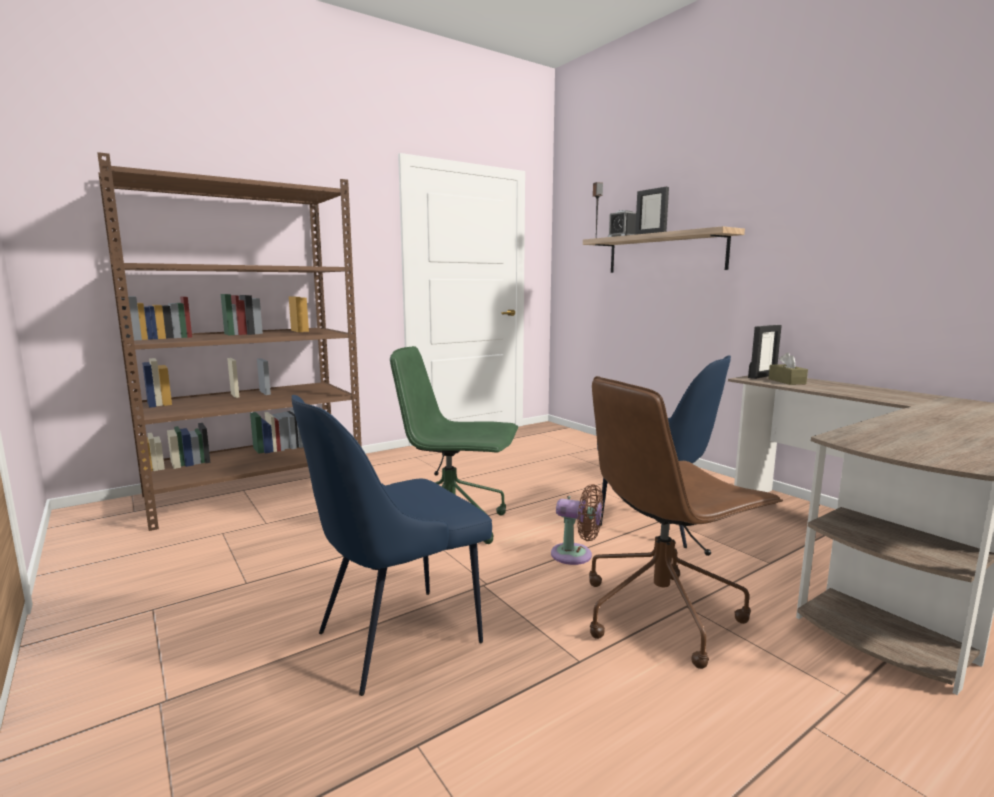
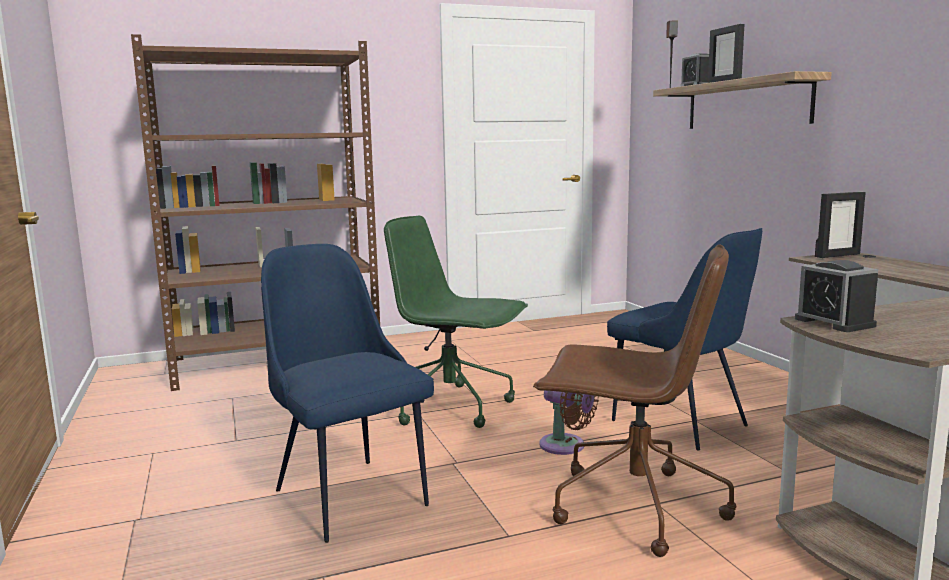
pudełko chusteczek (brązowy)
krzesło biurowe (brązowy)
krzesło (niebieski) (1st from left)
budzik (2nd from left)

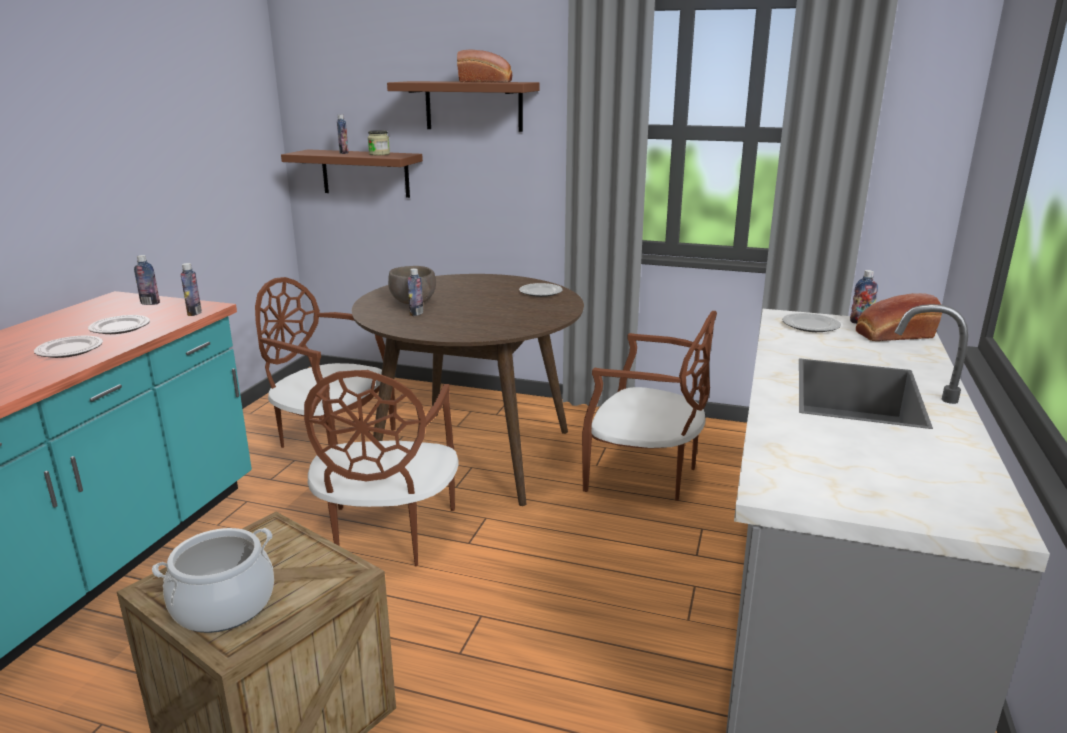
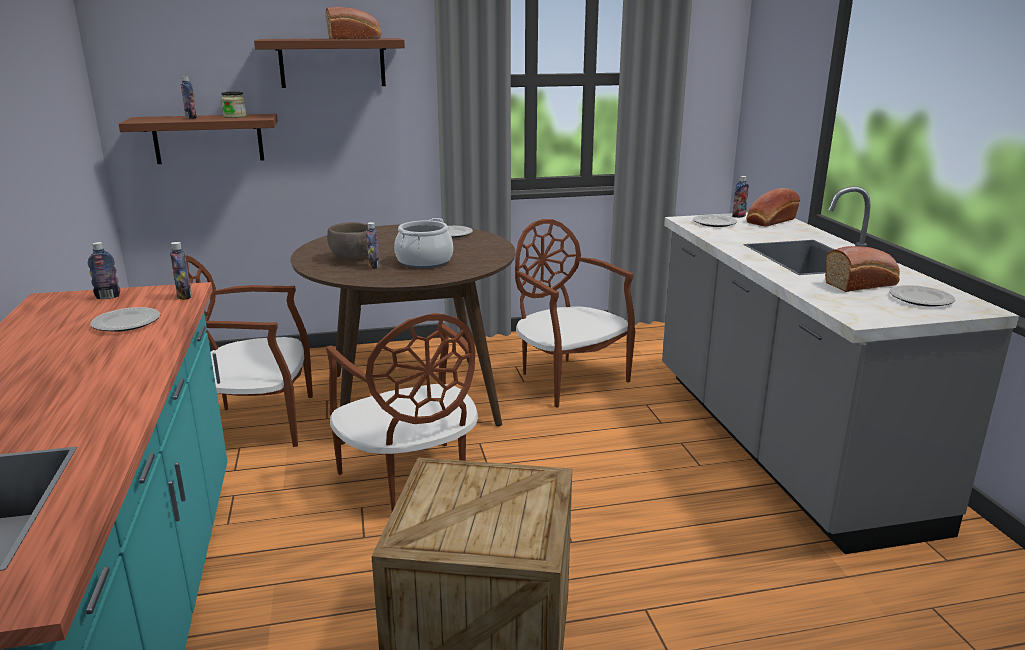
krzesło (brązowy) (3rd from left)
talerz (4th from left)
garnek
chleb (3rd from left)

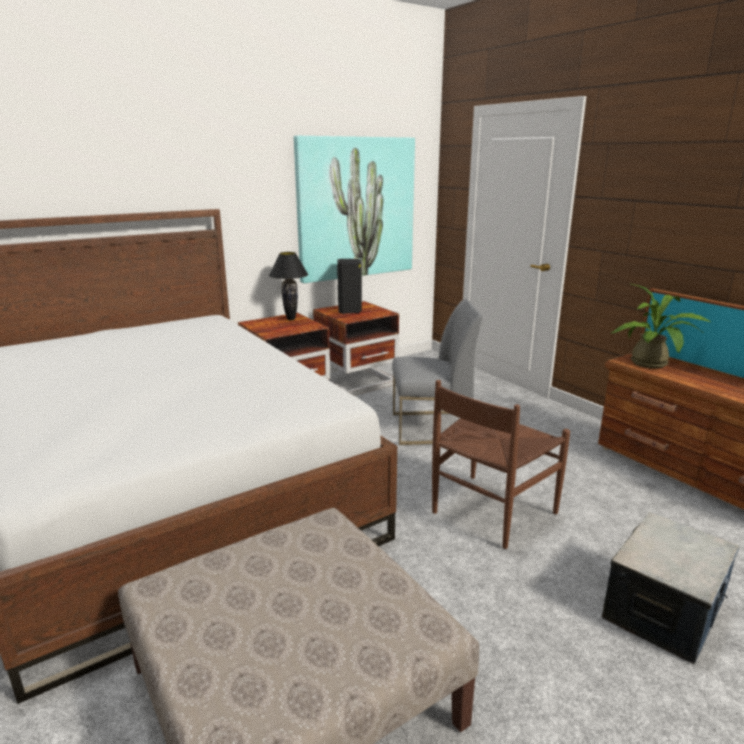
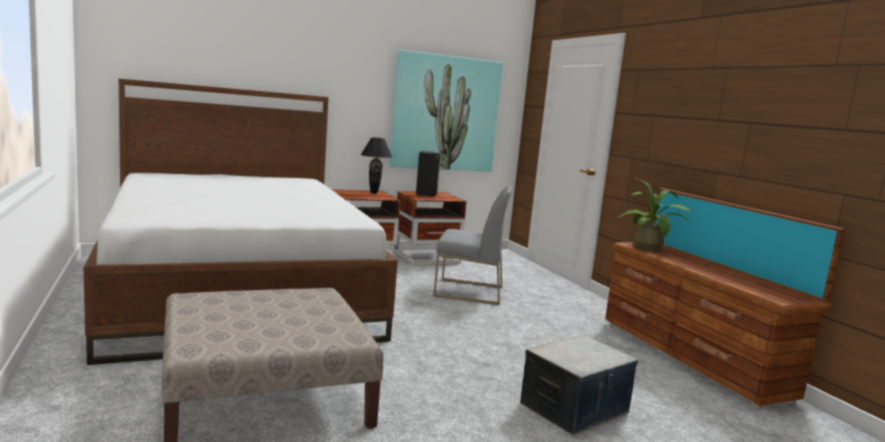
krzesło (brązowy)

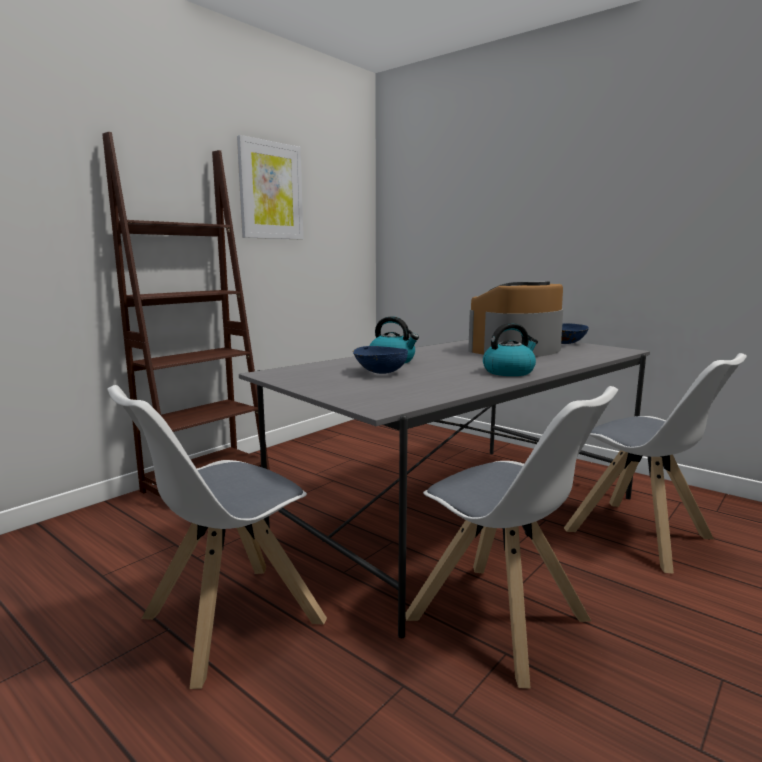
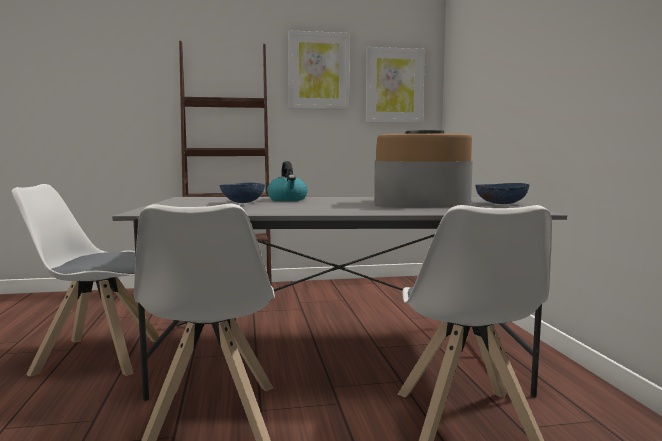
czajnik (2nd from left in the first image)
obraz (2nd from left)

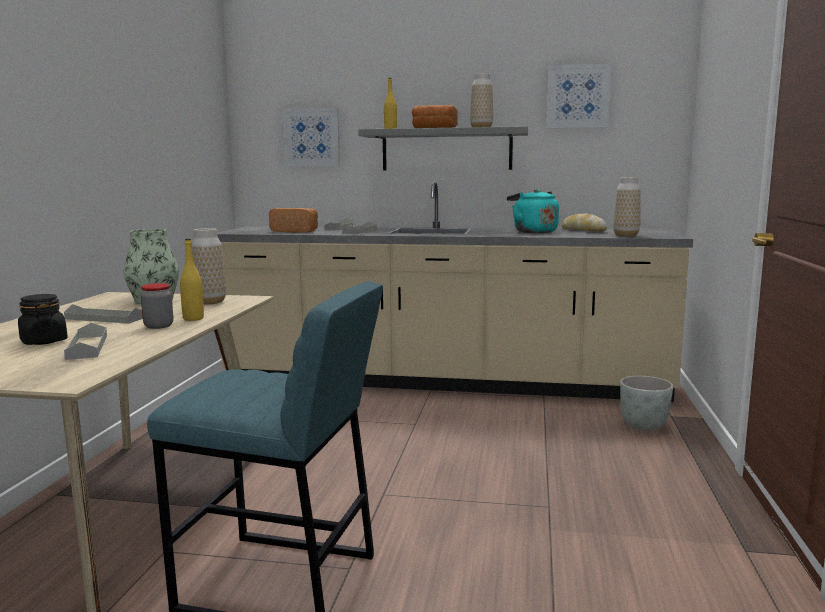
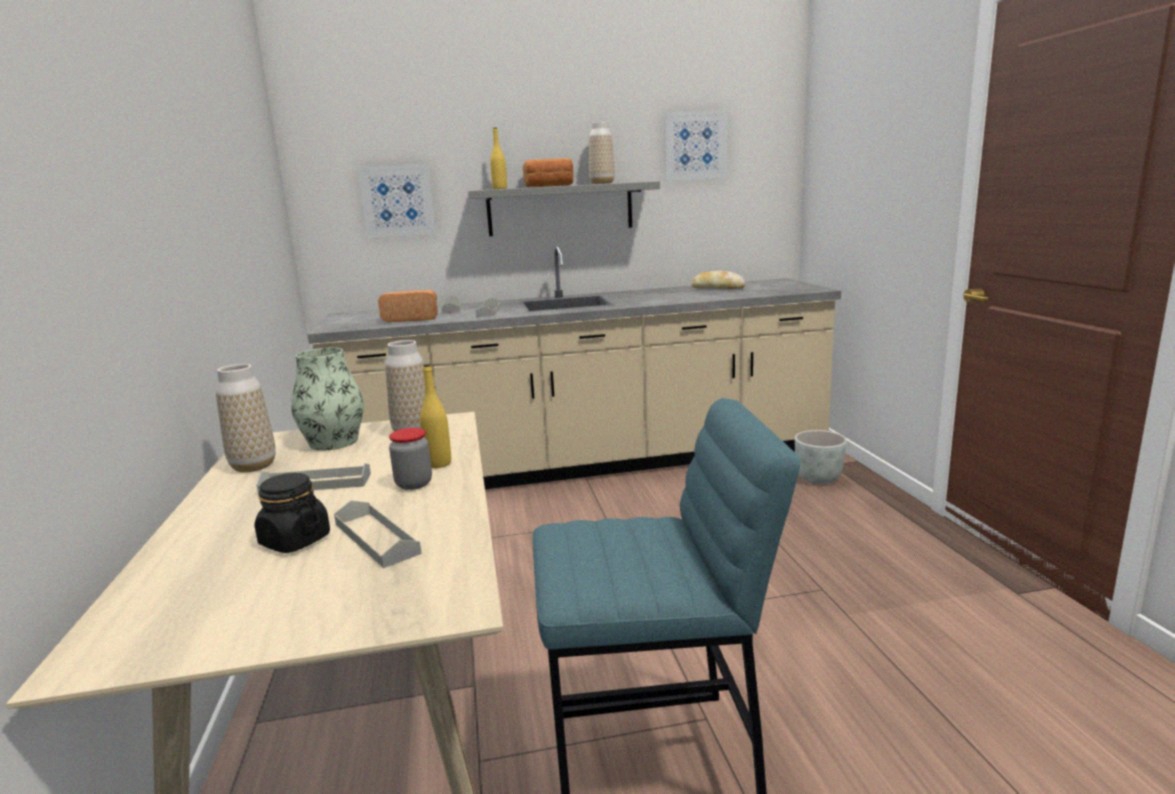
wazon (1st from left)
czajnik (turkusowy)

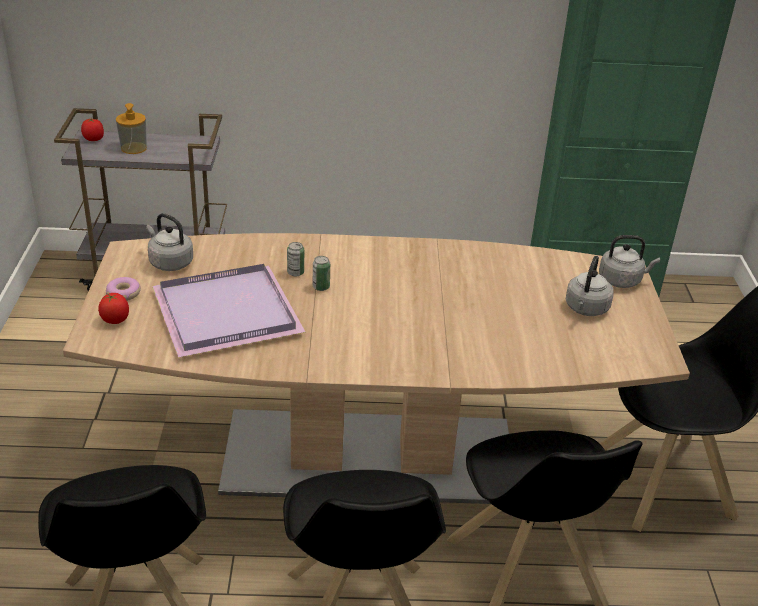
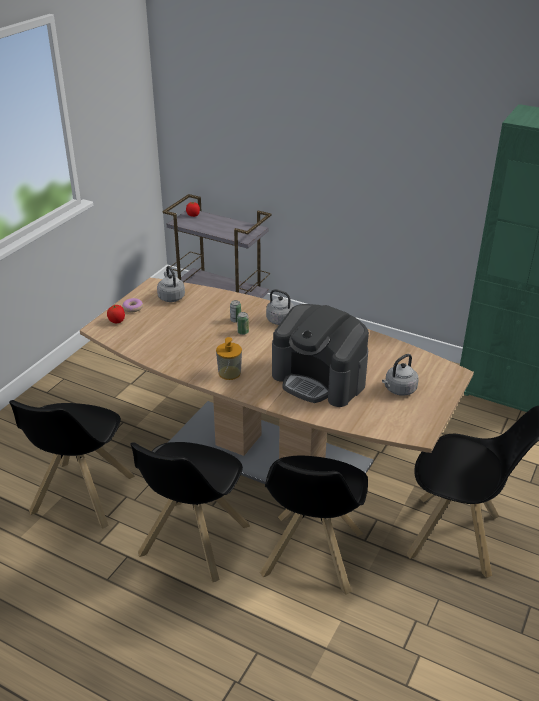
dozownik mydła
czajnik (szary) (2nd from left)
taca (fioletowy)
ekspres do kawy

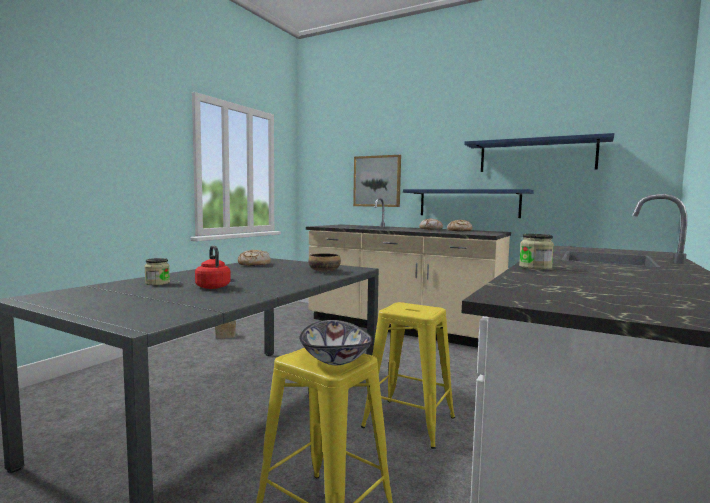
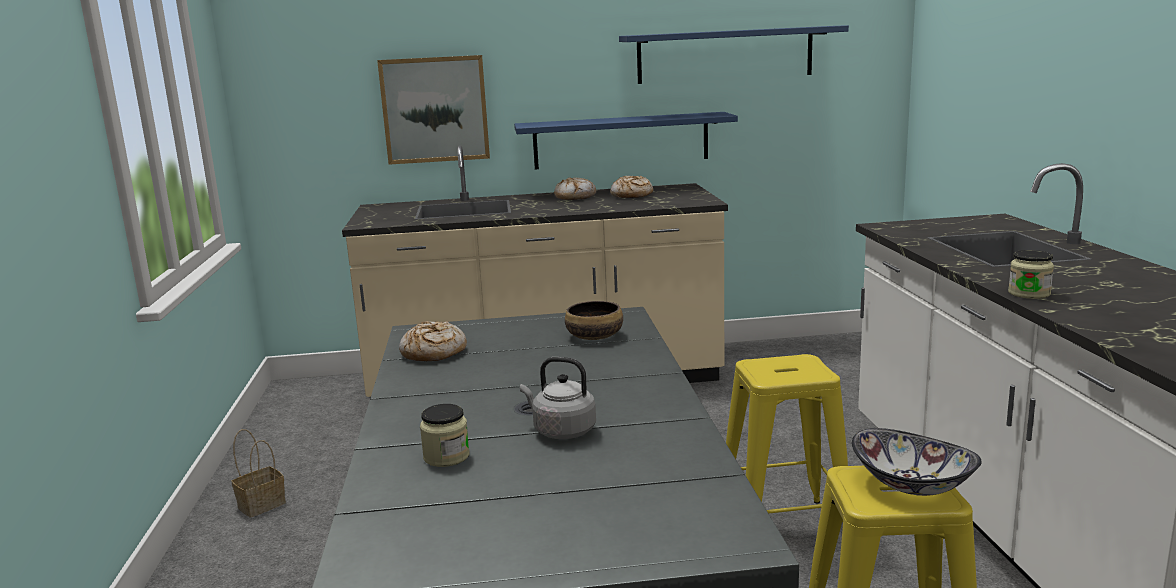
czajnik (szary)

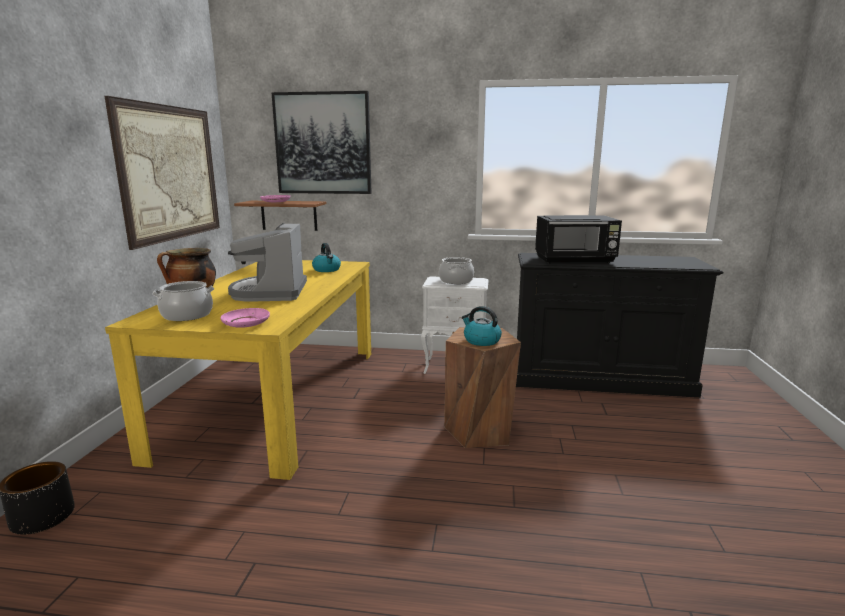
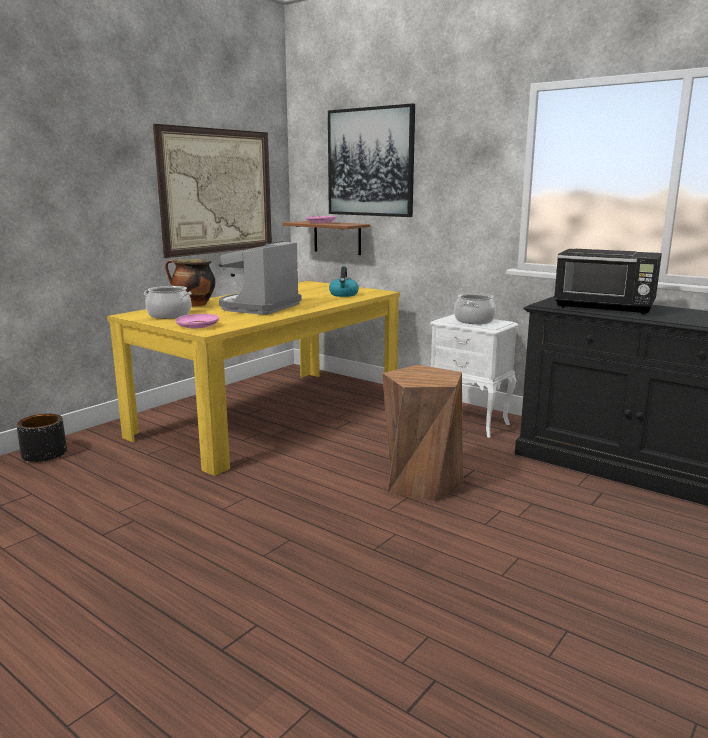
czajnik (2nd from left in the first image)

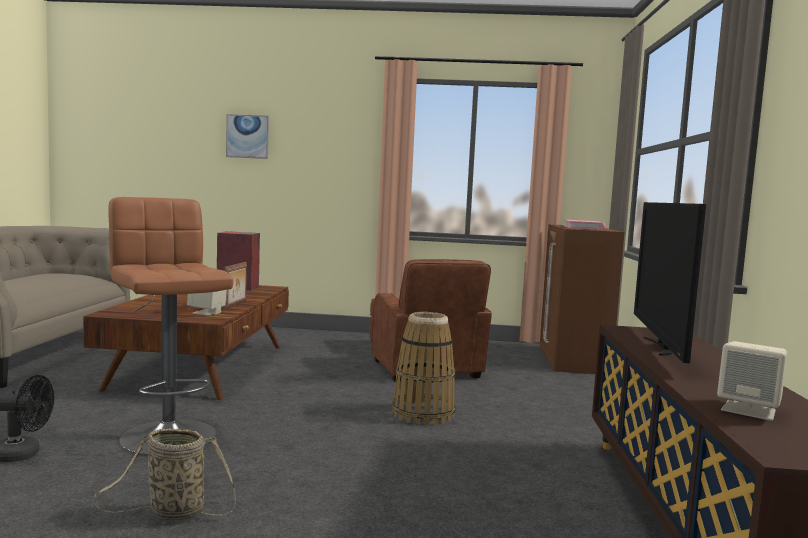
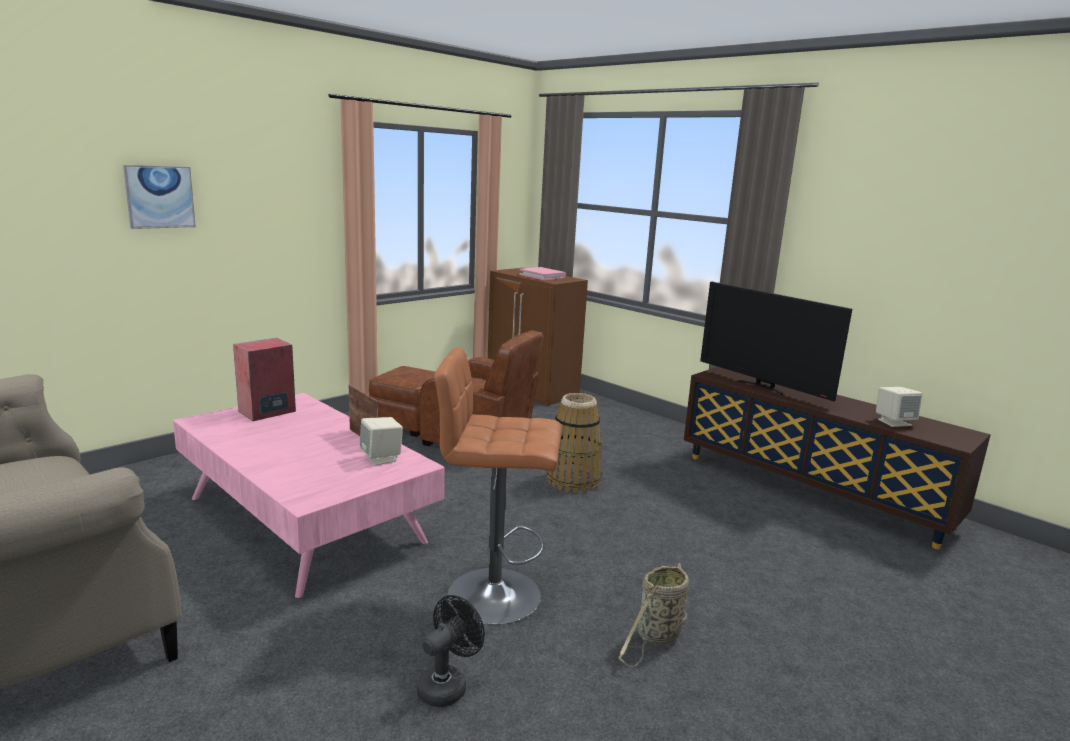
ława (różowy)

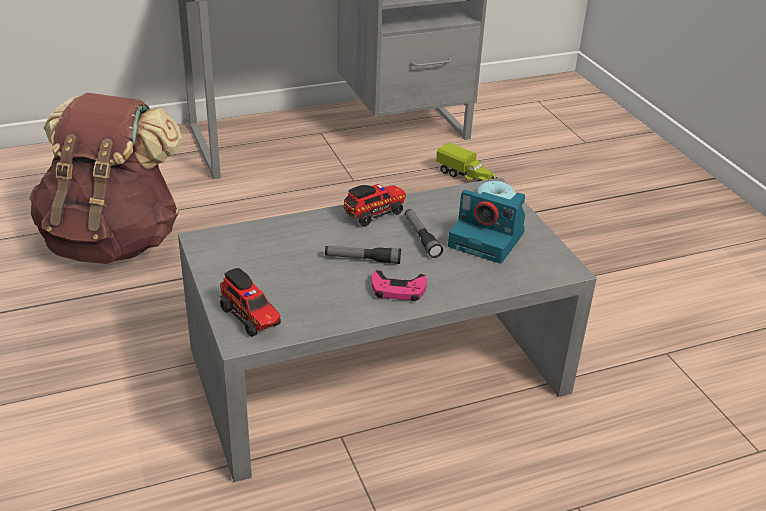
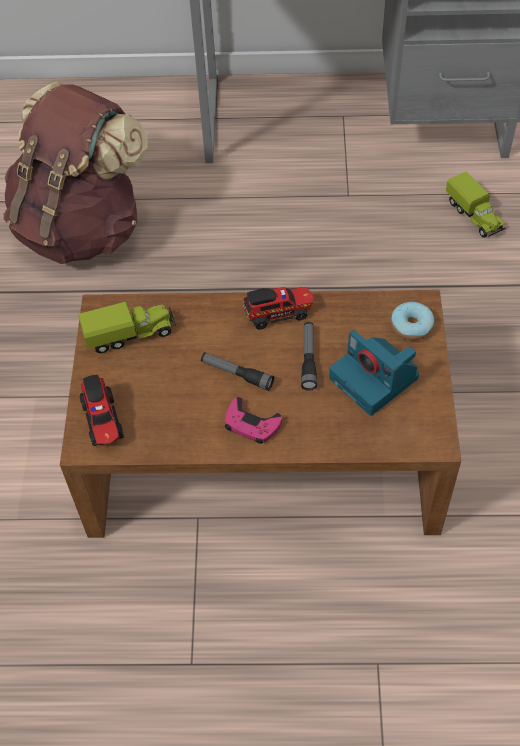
ława (brązowy)
ciężarówka zabawkowa (2nd from left)

